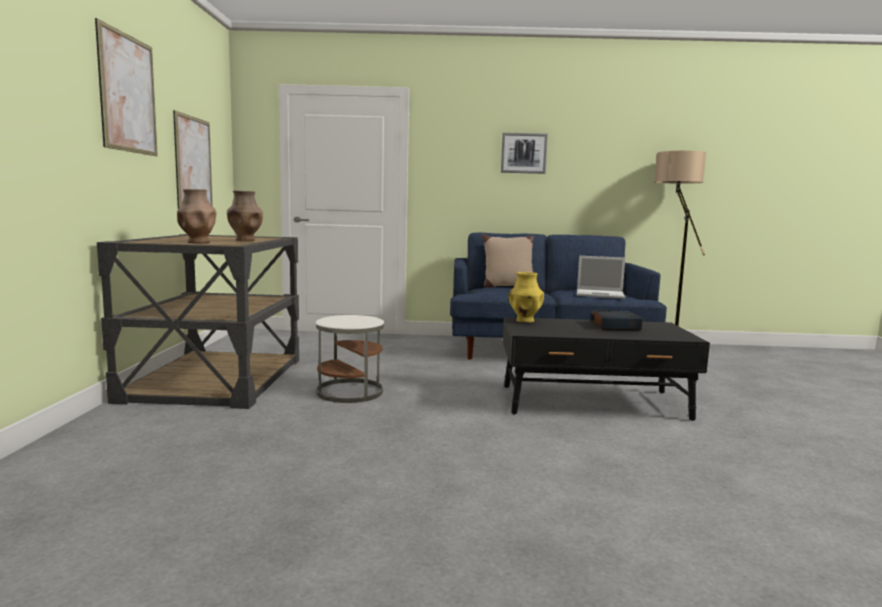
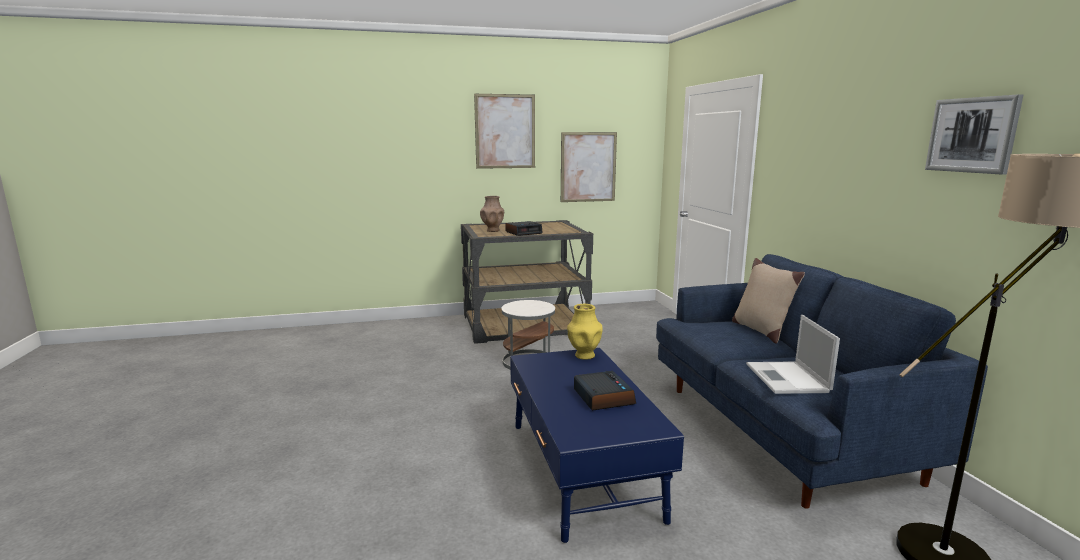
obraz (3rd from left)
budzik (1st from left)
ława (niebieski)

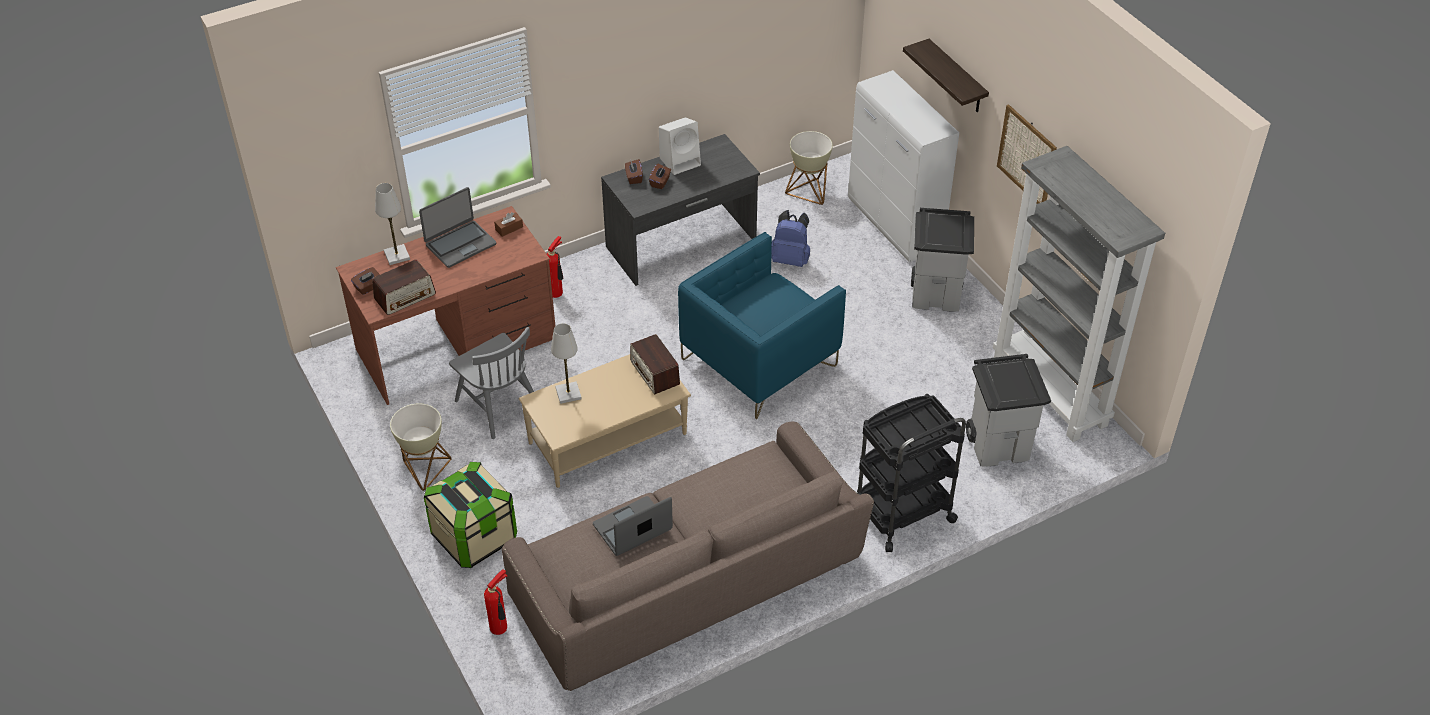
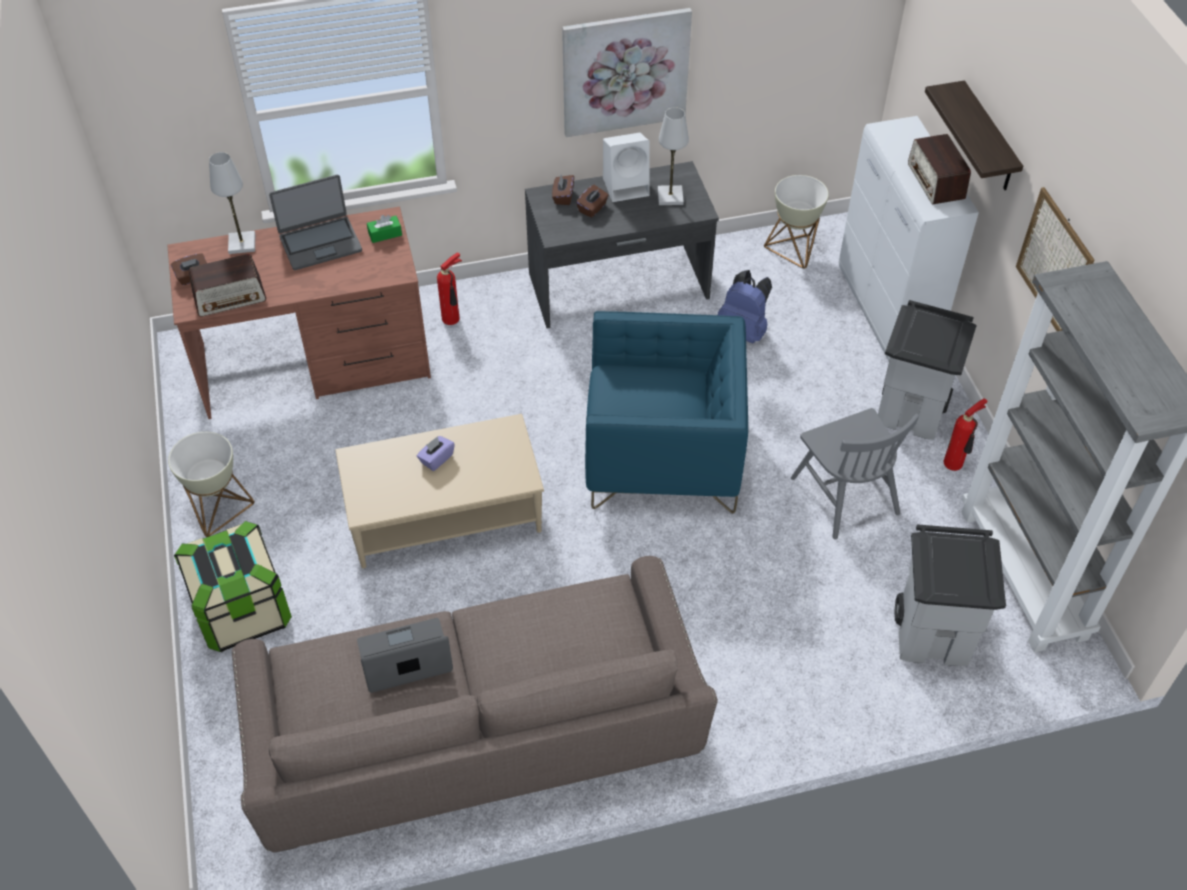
pudełko chusteczek (zielony)
fotel (niebieski)
lampa stołowa (biały) (2nd from left)
krzesło (szary)
radio (2nd from left)
wózek (czarny)
gaśnica (2nd from left)
obraz (1st from left)
pudełko chusteczek (fioletowy)

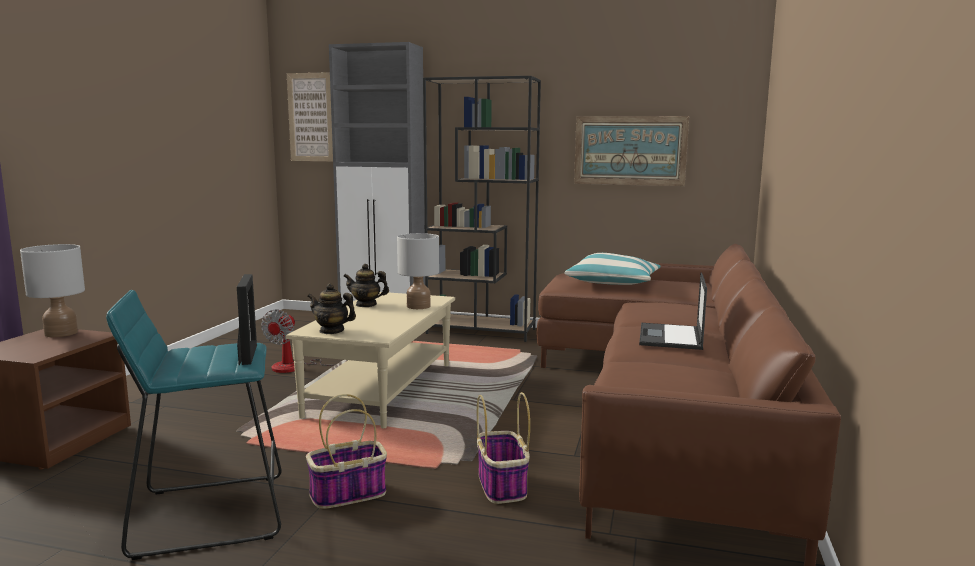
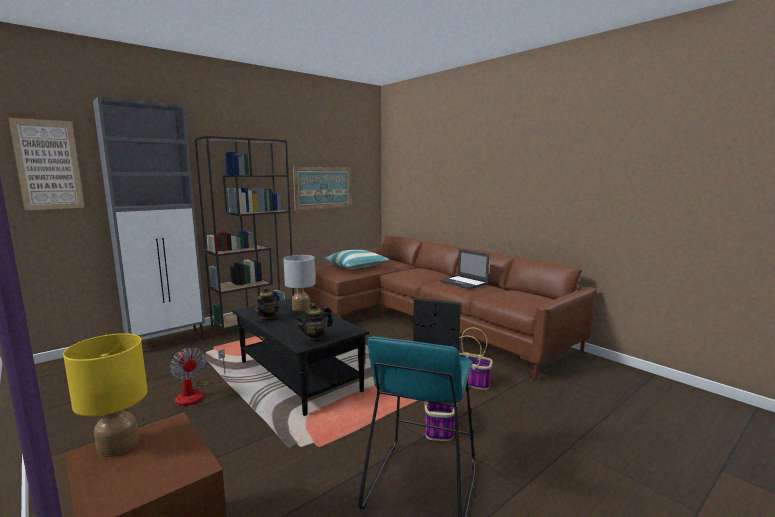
lampa stołowa (żółty)
imbryk (1st from left)
ława (czarny)

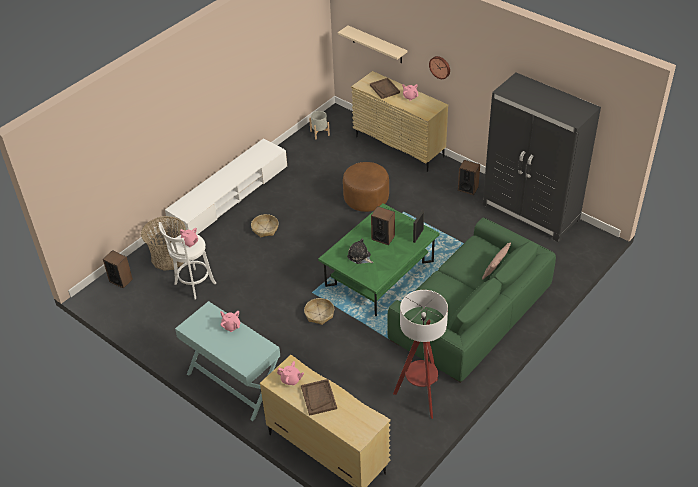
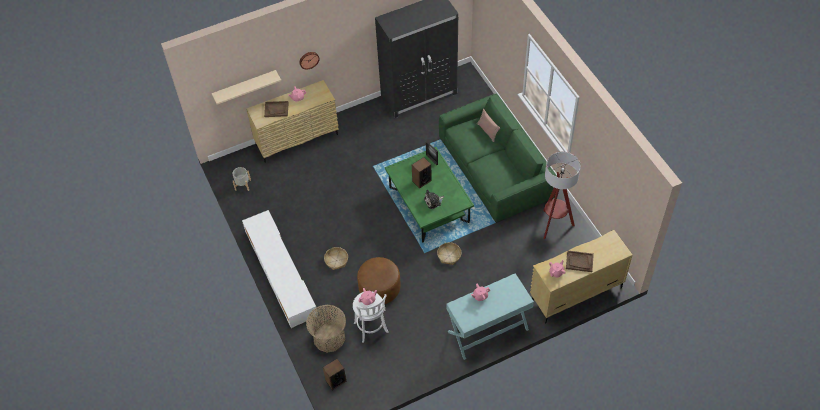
głośnik (3rd from left in the first image)
pufa (brązowy)

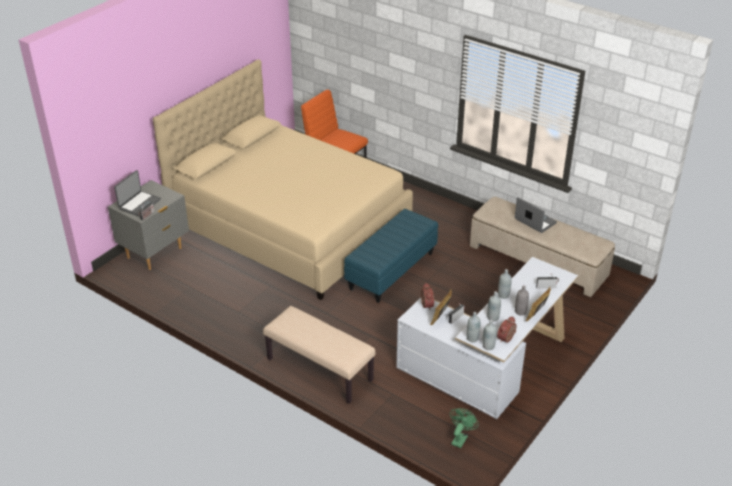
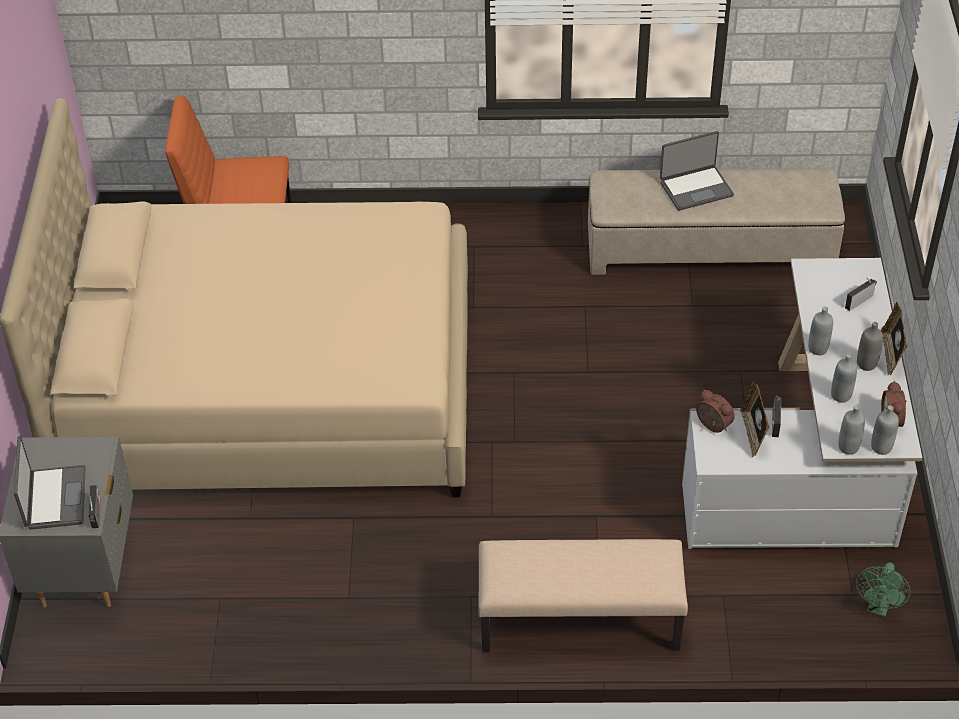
laptop (2nd from left)
pufa (niebieski)
wentylator (zielony)

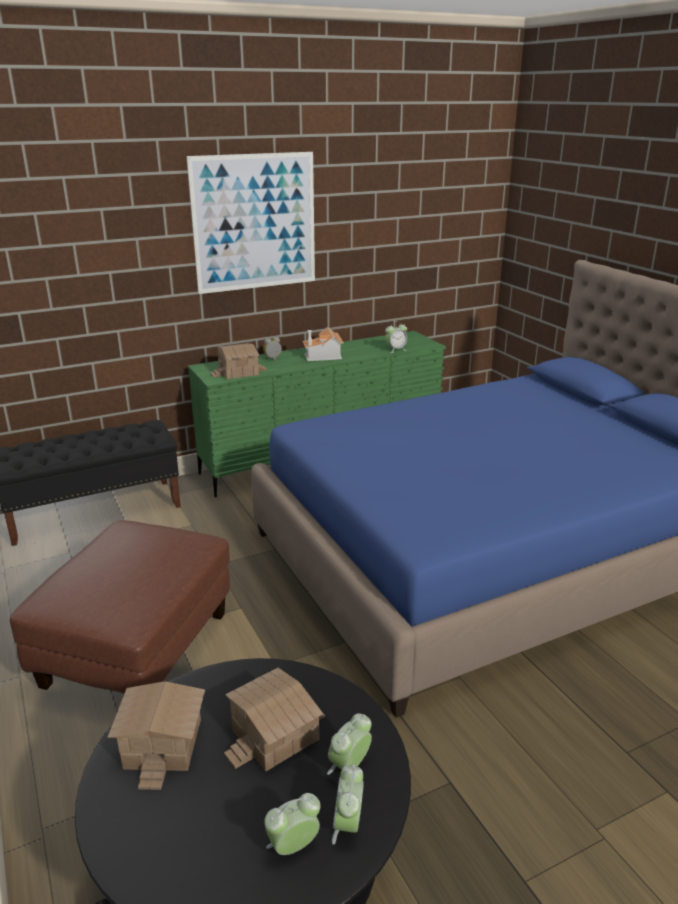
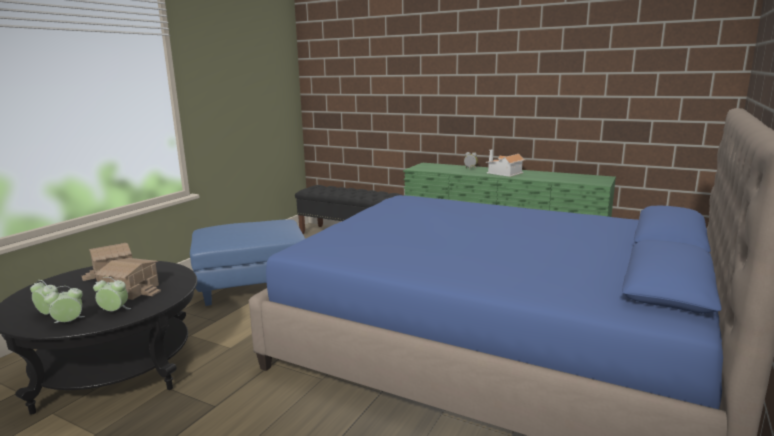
obraz
budzik (5th from left in the first image)
domek (2nd from left in the first image)
pufa (niebieski)

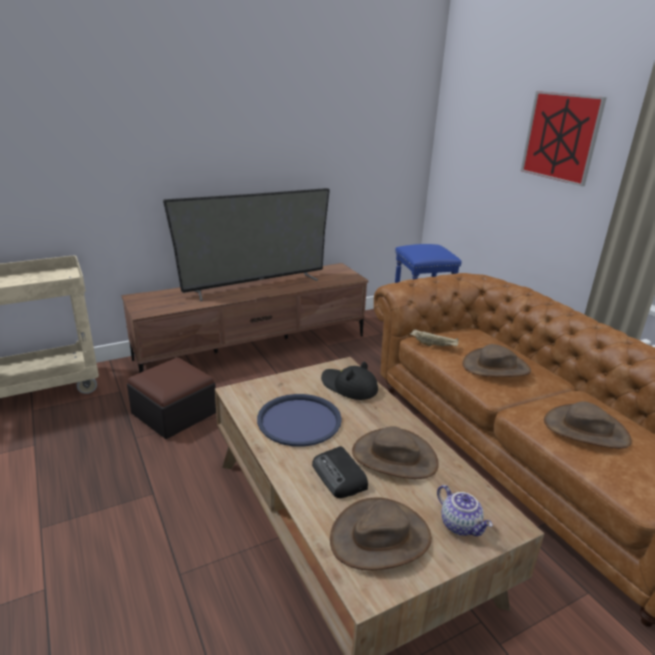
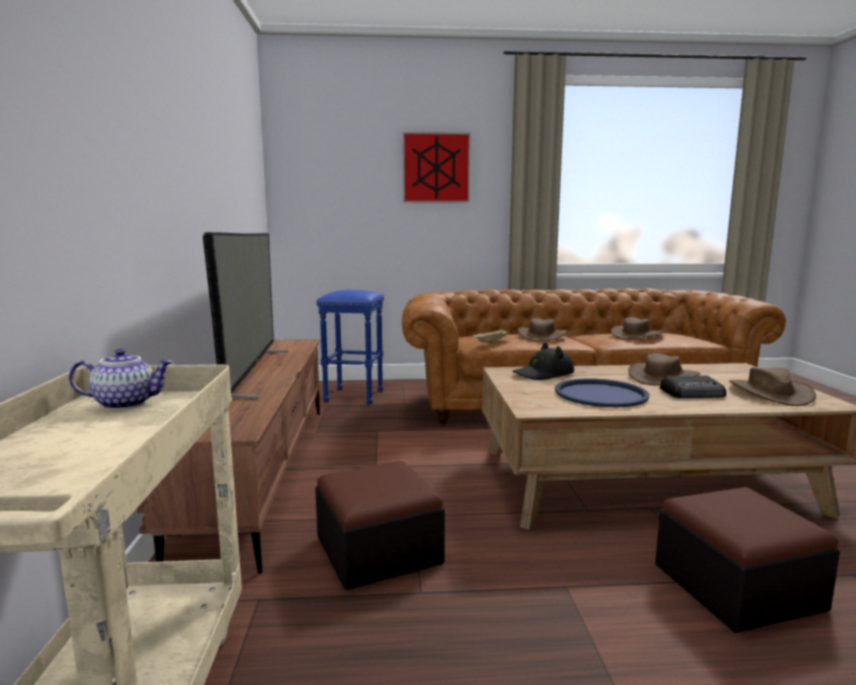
imbryk
pufa (2nd from left)

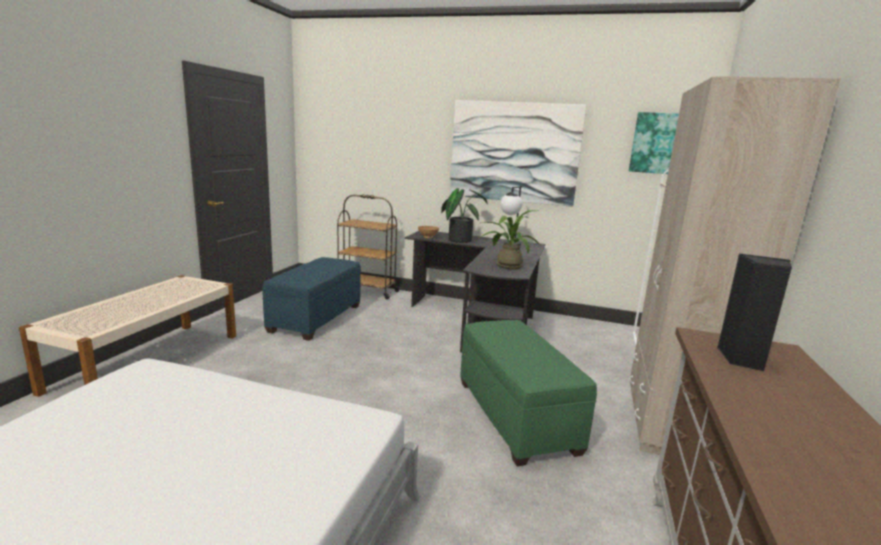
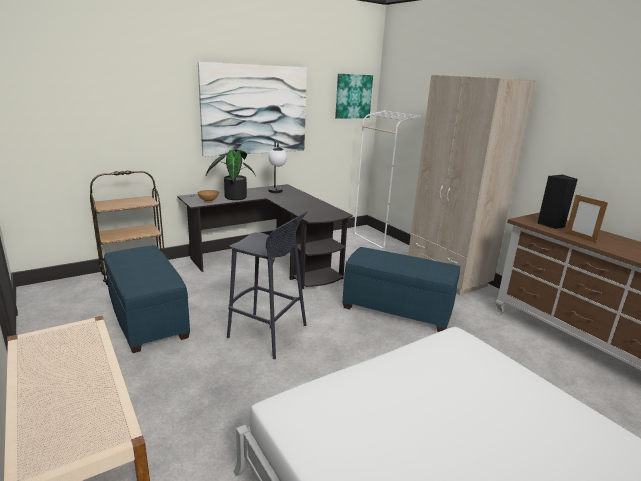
roślina doniczkowa (2nd from left in the first image)
pufa (niebieski) (2nd from left)
ramka na zdjęcie
stołek (szary)

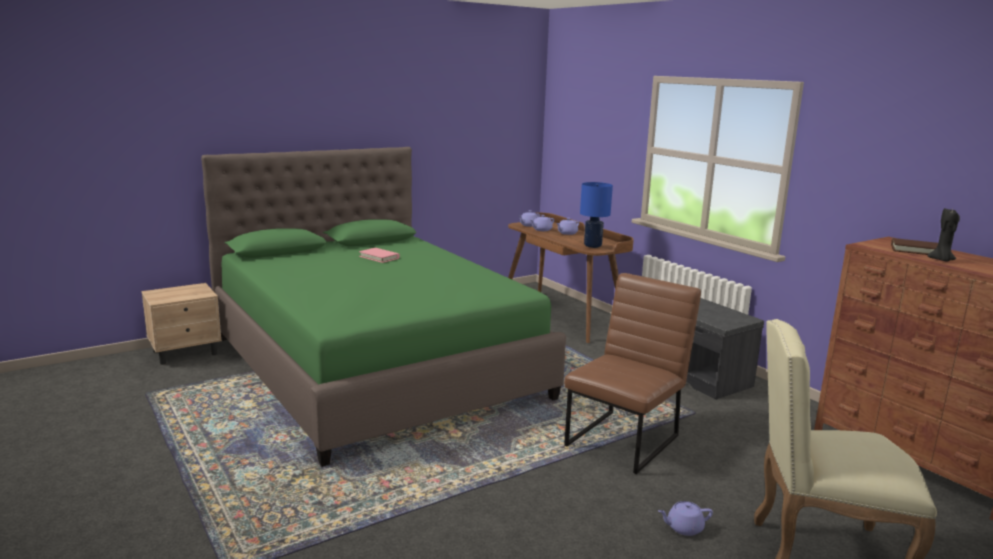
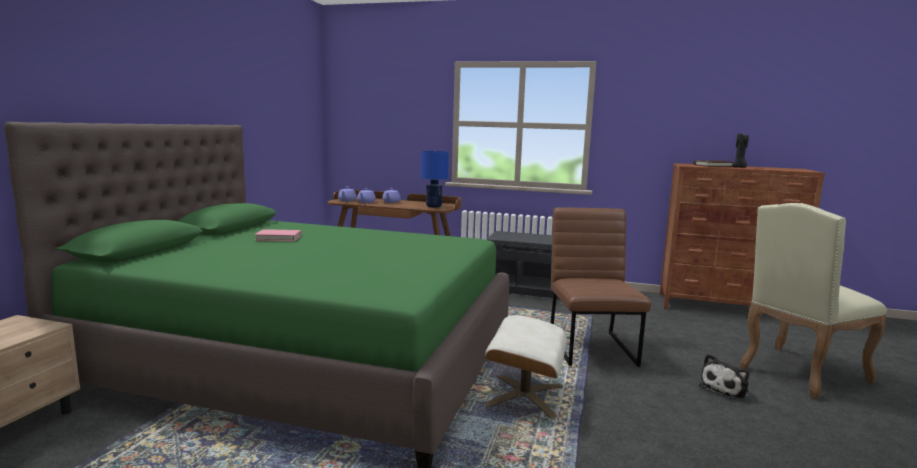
pluszak
pufa (beżowy)

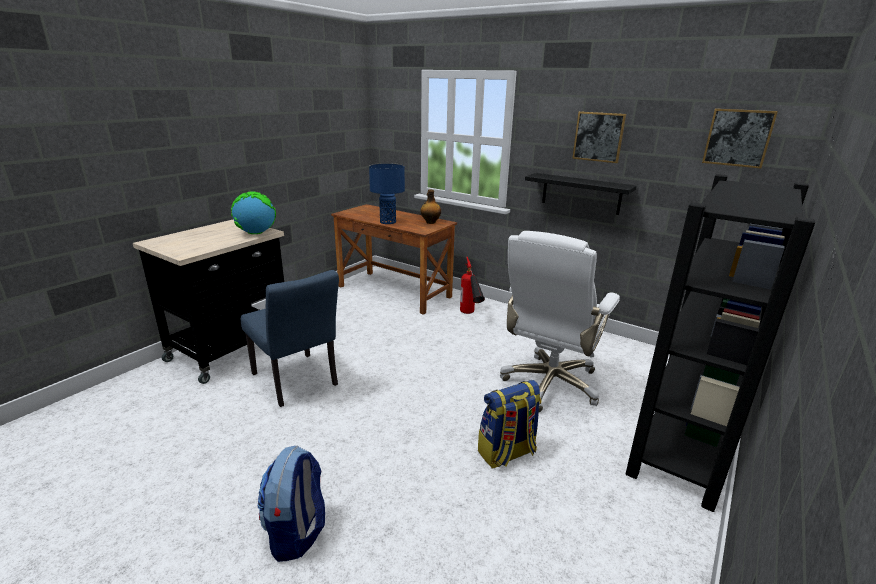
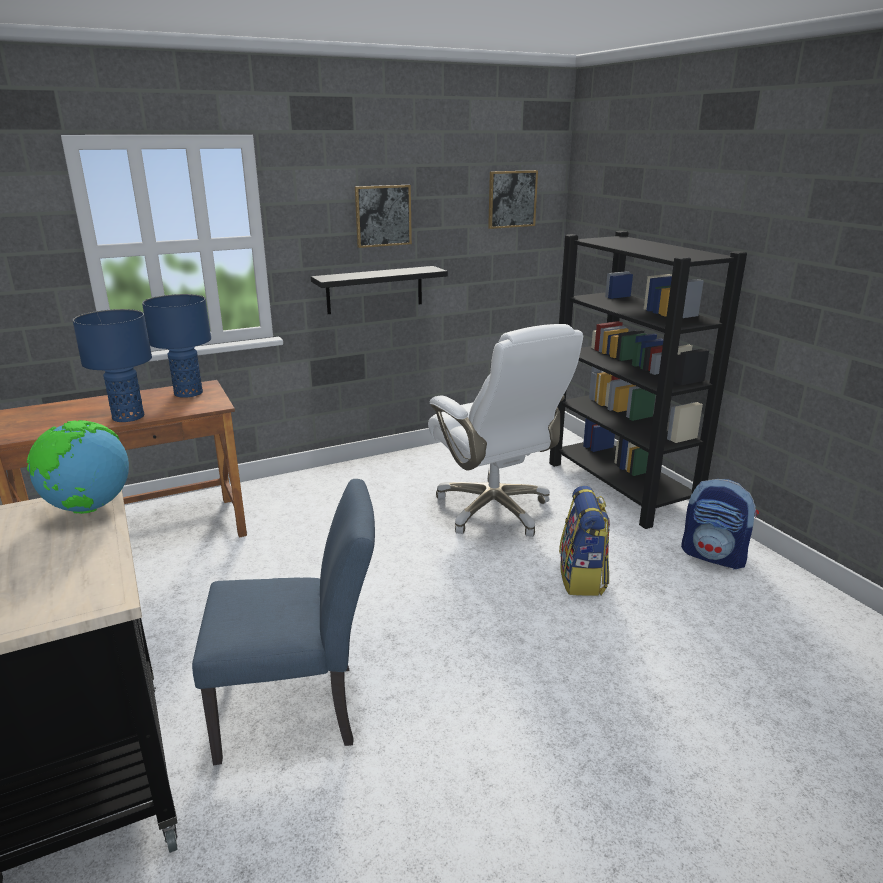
lampa stołowa (niebieski) (2nd from left)
gaśnica
plecak (2nd from left)

